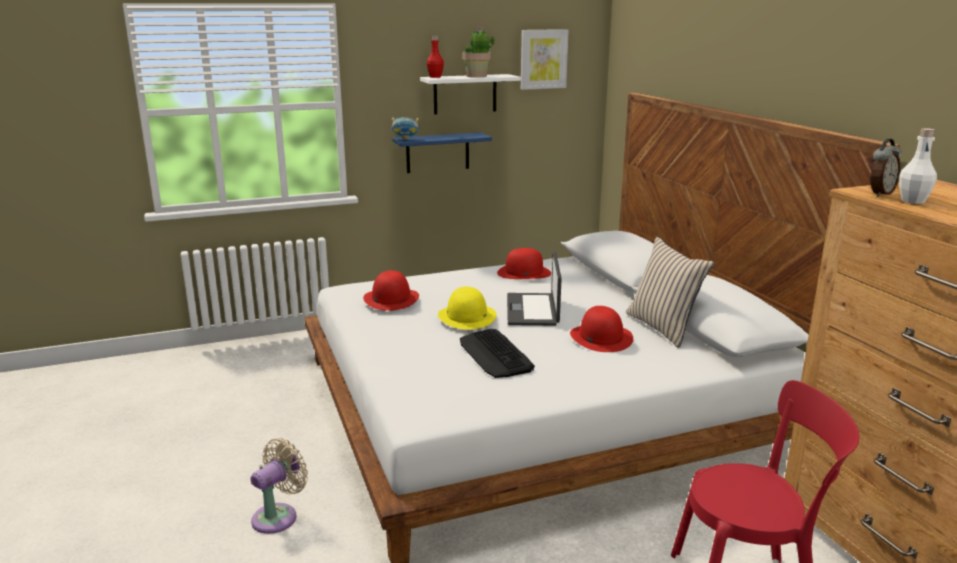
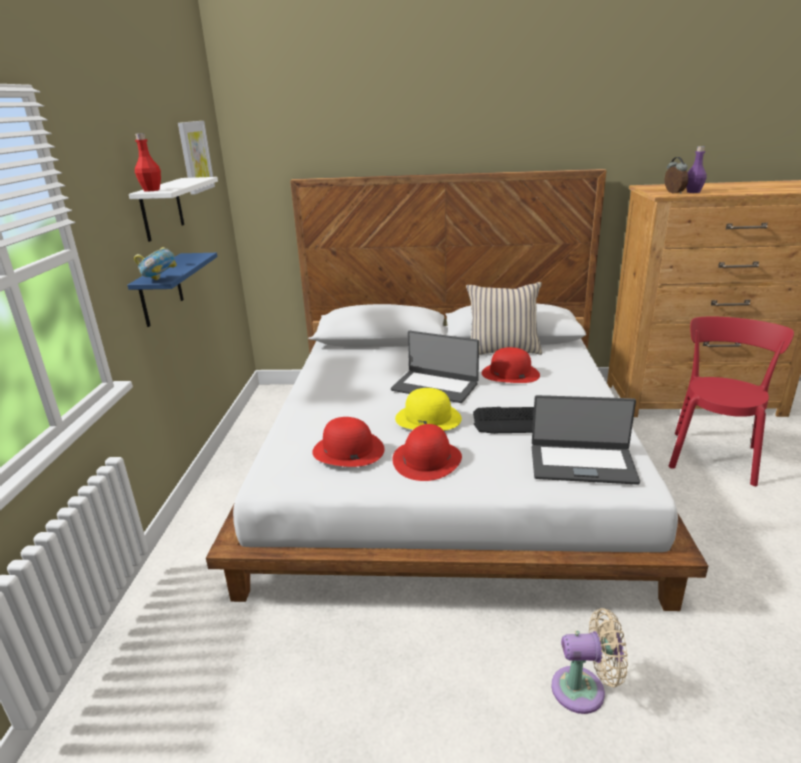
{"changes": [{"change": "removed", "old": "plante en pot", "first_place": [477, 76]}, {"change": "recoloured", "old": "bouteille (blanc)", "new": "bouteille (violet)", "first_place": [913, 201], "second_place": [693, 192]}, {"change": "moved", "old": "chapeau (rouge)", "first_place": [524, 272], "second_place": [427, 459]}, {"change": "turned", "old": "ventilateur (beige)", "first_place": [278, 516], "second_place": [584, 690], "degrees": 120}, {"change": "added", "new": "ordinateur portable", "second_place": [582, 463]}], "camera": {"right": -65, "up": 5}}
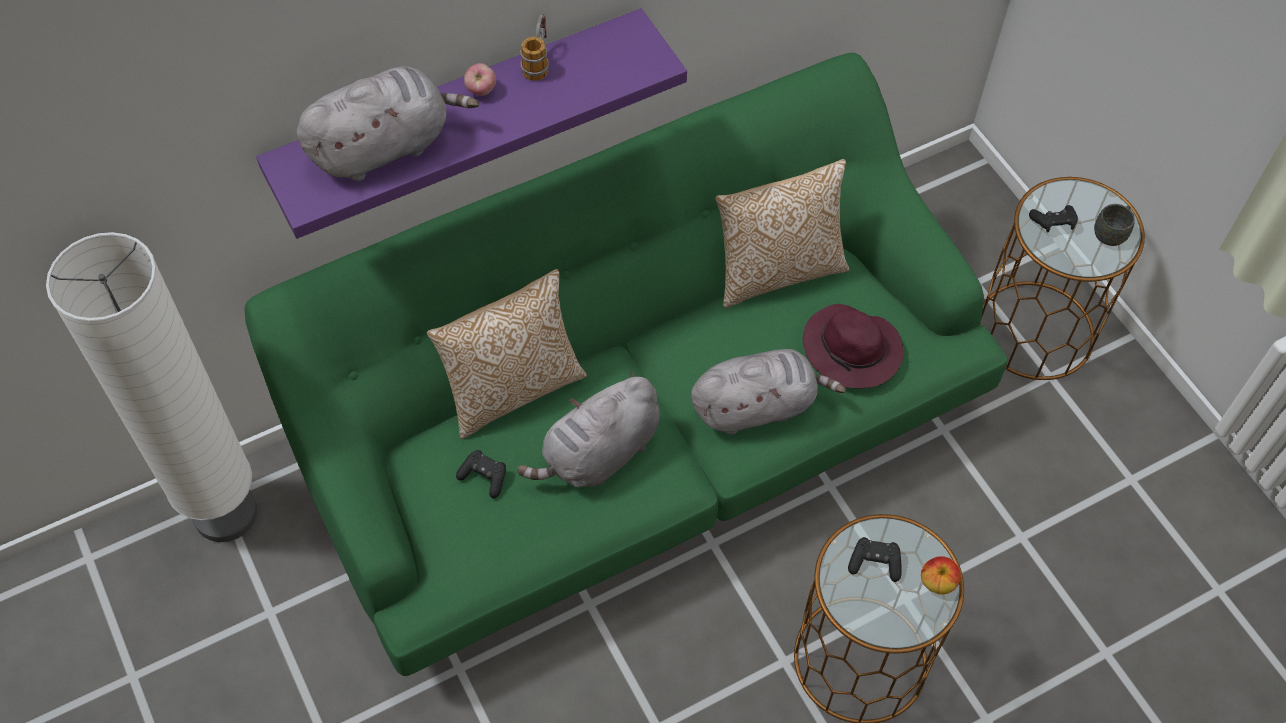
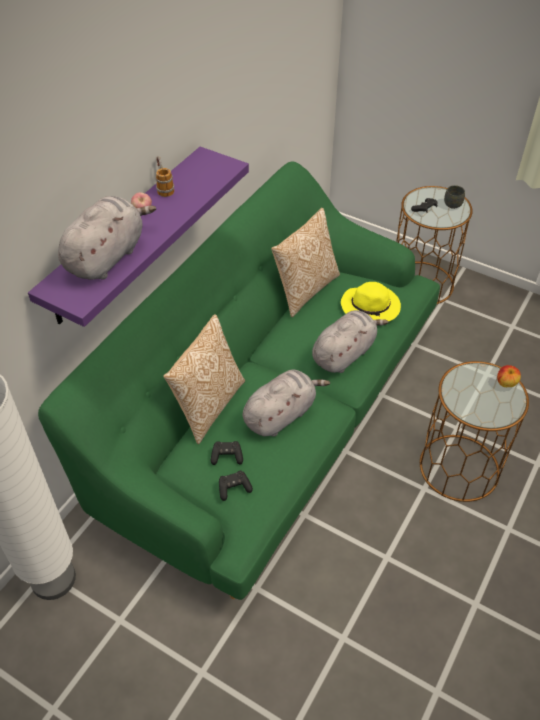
{"changes": [{"change": "recoloured", "old": "chapeau (violet)", "new": "chapeau (jaune)", "first_place": [853, 350], "second_place": [371, 307]}, {"change": "turned", "old": "peluche (gris)", "first_place": [598, 454], "second_place": [281, 414], "degrees": -150}, {"change": "moved", "old": "manette (noir)", "first_place": [874, 563], "second_place": [234, 488]}], "camera": {"right": -30, "up": -10}}
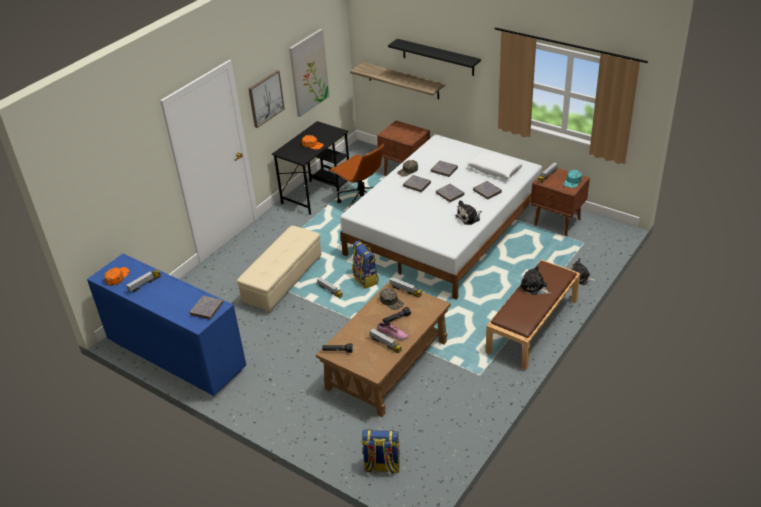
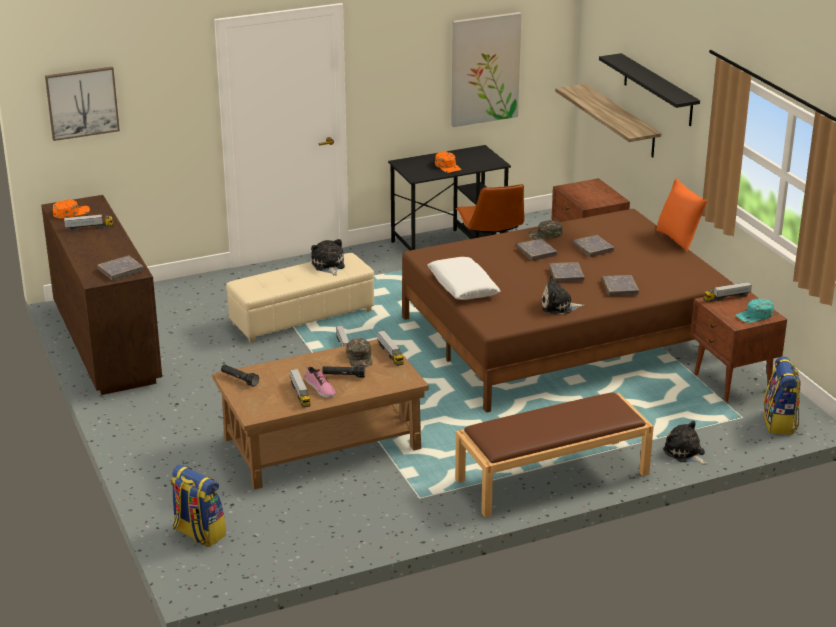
{"changes": [{"change": "moved", "old": "tableau", "first_place": [265, 98], "second_place": [82, 102]}, {"change": "recoloured", "old": "lit (blanc)", "new": "lit (marron)", "first_place": [444, 230], "second_place": [563, 337]}, {"change": "moved", "old": "coussin (blanc)", "first_place": [494, 169], "second_place": [462, 286]}, {"change": "moved", "old": "sac à dos", "first_place": [366, 279], "second_place": [780, 423]}, {"change": "recoloured", "old": "commode (bleu)", "new": "commode (marron)", "first_place": [176, 355], "second_place": [106, 344]}, {"change": "moved", "old": "peluche", "first_place": [534, 287], "second_place": [328, 265]}, {"change": "added", "new": "coussin (orange)", "second_place": [678, 239]}], "camera": {"right": 30, "up": -10}}
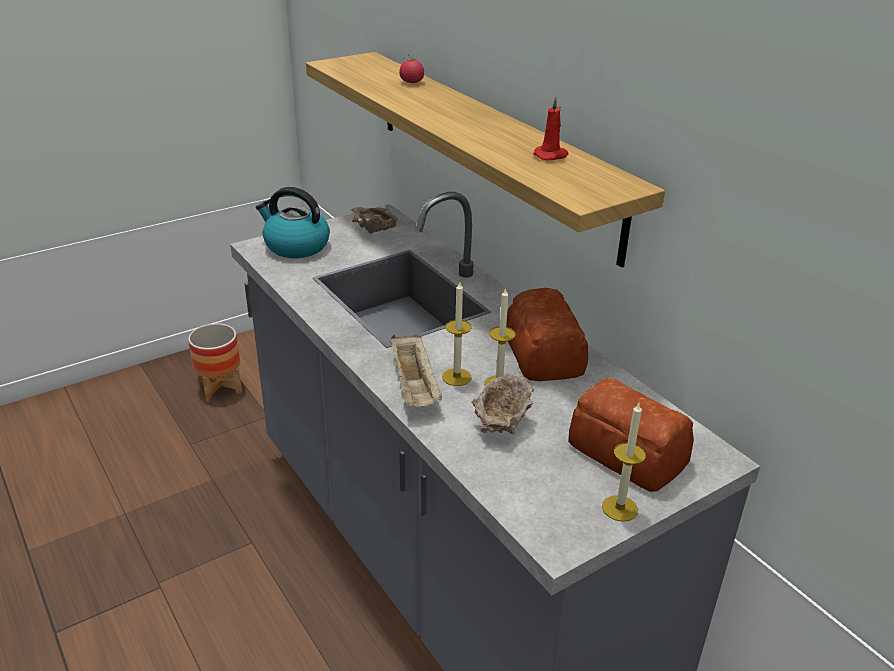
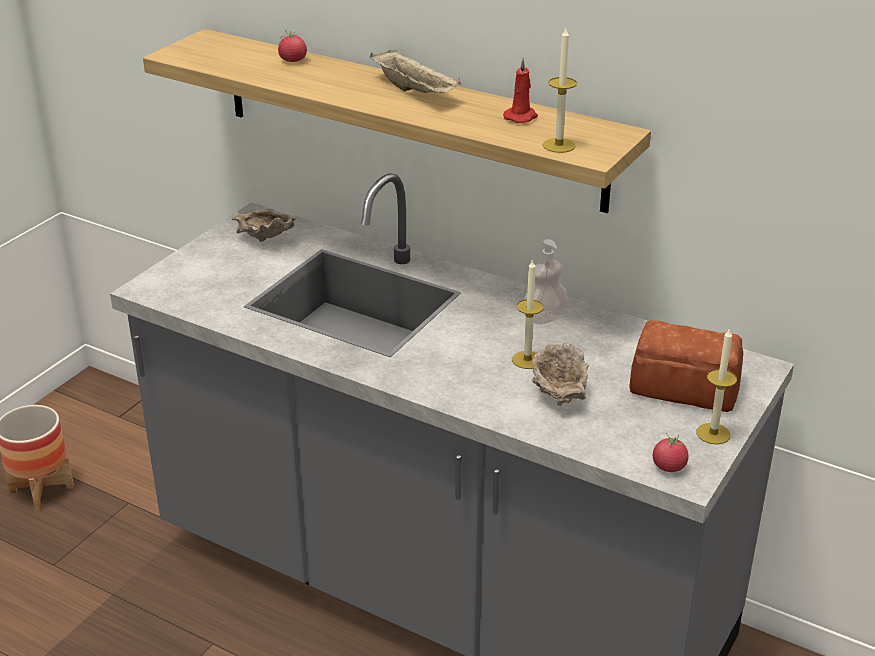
{"changes": [{"change": "removed", "old": "bouilloire", "first_place": [295, 246]}, {"change": "moved", "old": "bougie", "first_place": [456, 377], "second_place": [559, 145]}, {"change": "replaced", "old": "pain", "new": "distributeur de savon", "first_place": [545, 352], "second_place": [544, 318]}, {"change": "moved", "old": "plateau (beige)", "first_place": [415, 387], "second_place": [416, 91]}, {"change": "added", "new": "tomate", "second_place": [669, 467]}], "camera": {"right": -25, "up": 0}}
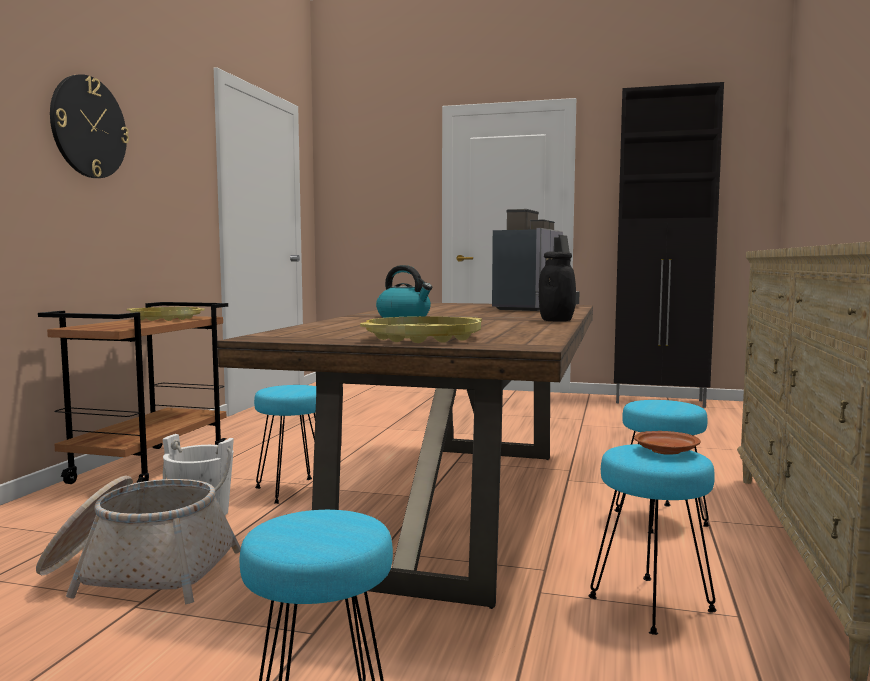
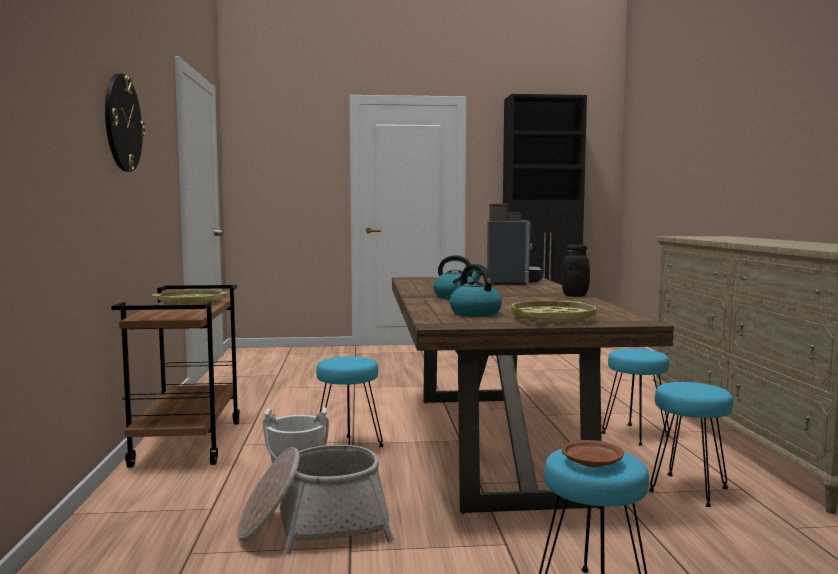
{"changes": [{"change": "moved", "old": "assiette (marron)", "first_place": [666, 451], "second_place": [592, 462]}, {"change": "added", "new": "bouilloire", "second_place": [474, 313]}], "camera": {"right": -20, "up": 0}}
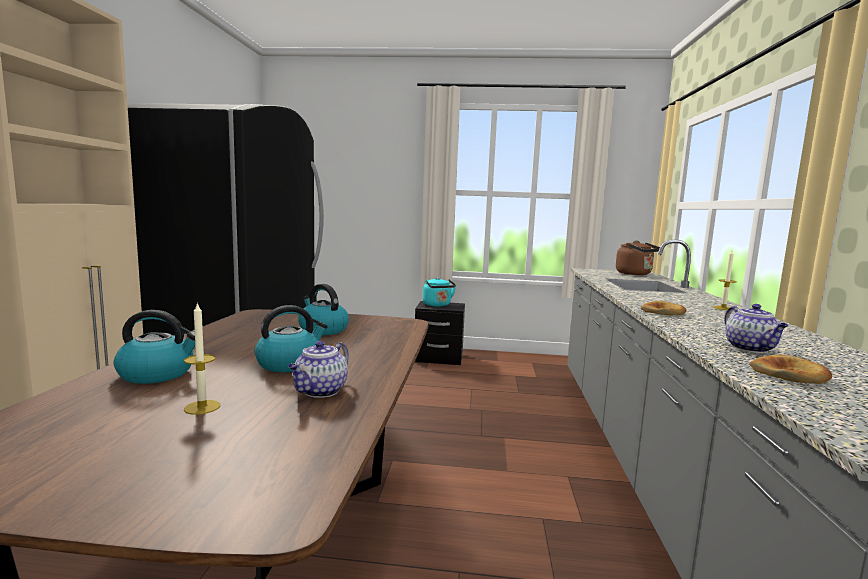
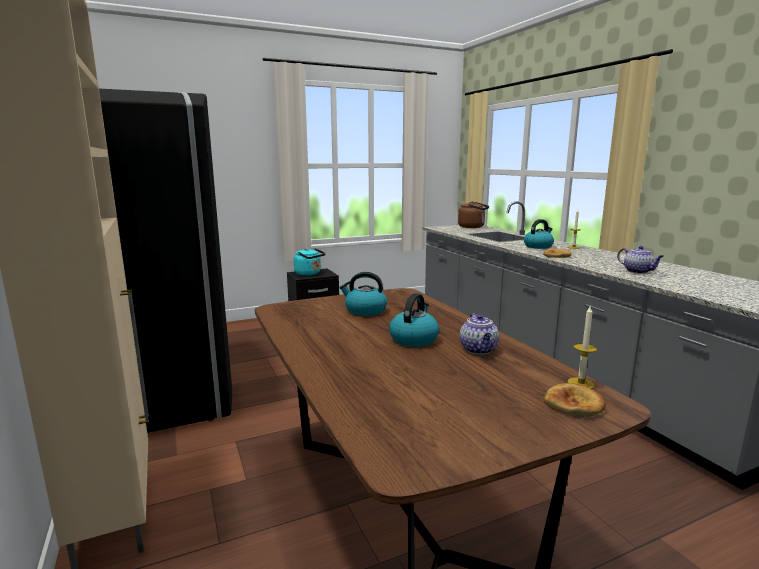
{"changes": [{"change": "moved", "old": "bougie", "first_place": [202, 407], "second_place": [580, 383]}, {"change": "moved", "old": "bouilloire", "first_place": [158, 374], "second_place": [538, 246]}, {"change": "moved", "old": "pain", "first_place": [790, 375], "second_place": [574, 404]}], "camera": {"right": -30, "up": 5}}
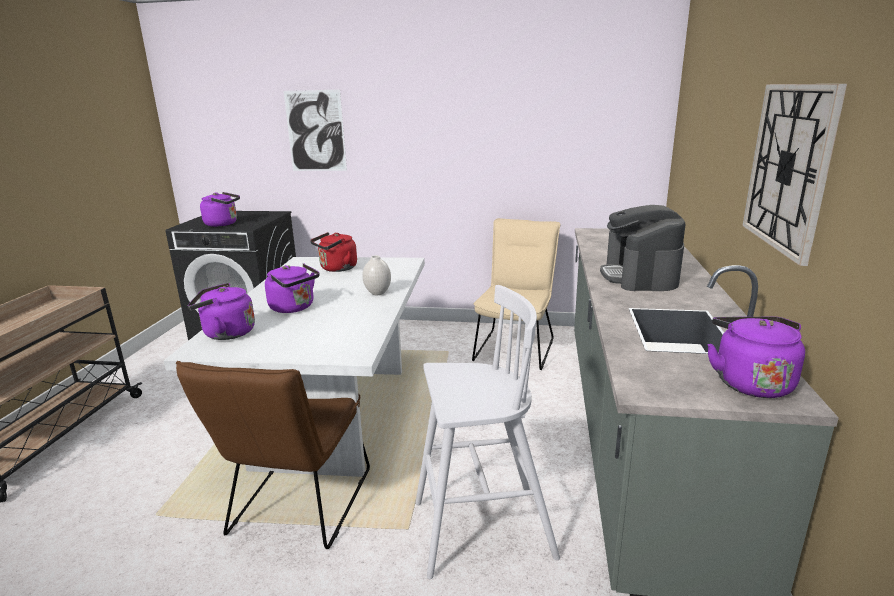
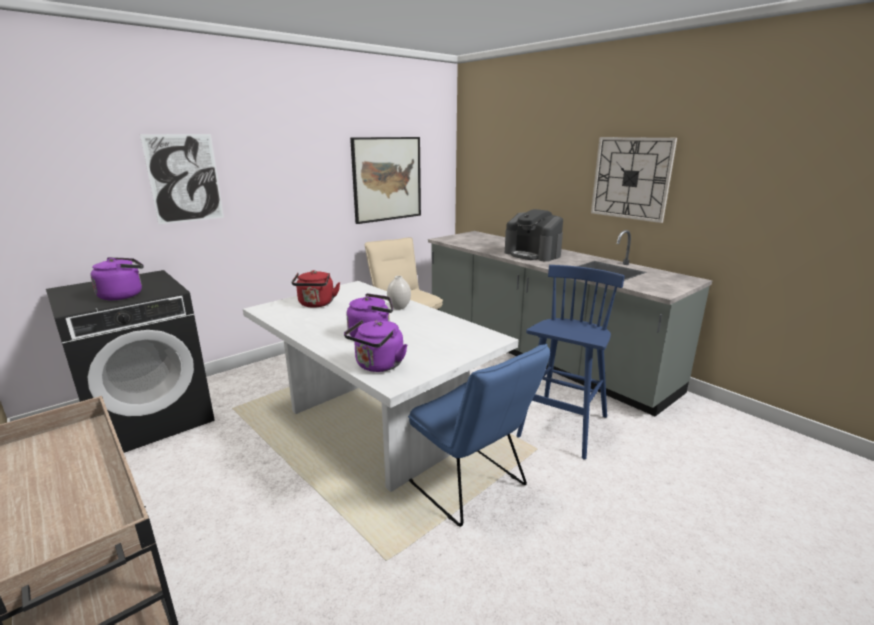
{"changes": [{"change": "recoloured", "old": "tabouret (blanc)", "new": "tabouret (bleu)", "first_place": [479, 530], "second_place": [562, 427]}, {"change": "removed", "old": "bouilloire (violet)", "first_place": [750, 382]}, {"change": "recoloured", "old": "chaise (marron)", "new": "chaise (bleu)", "first_place": [297, 508], "second_place": [466, 483]}, {"change": "added", "new": "tableau", "second_place": [387, 179]}], "camera": {"right": -50, "up": 0}}
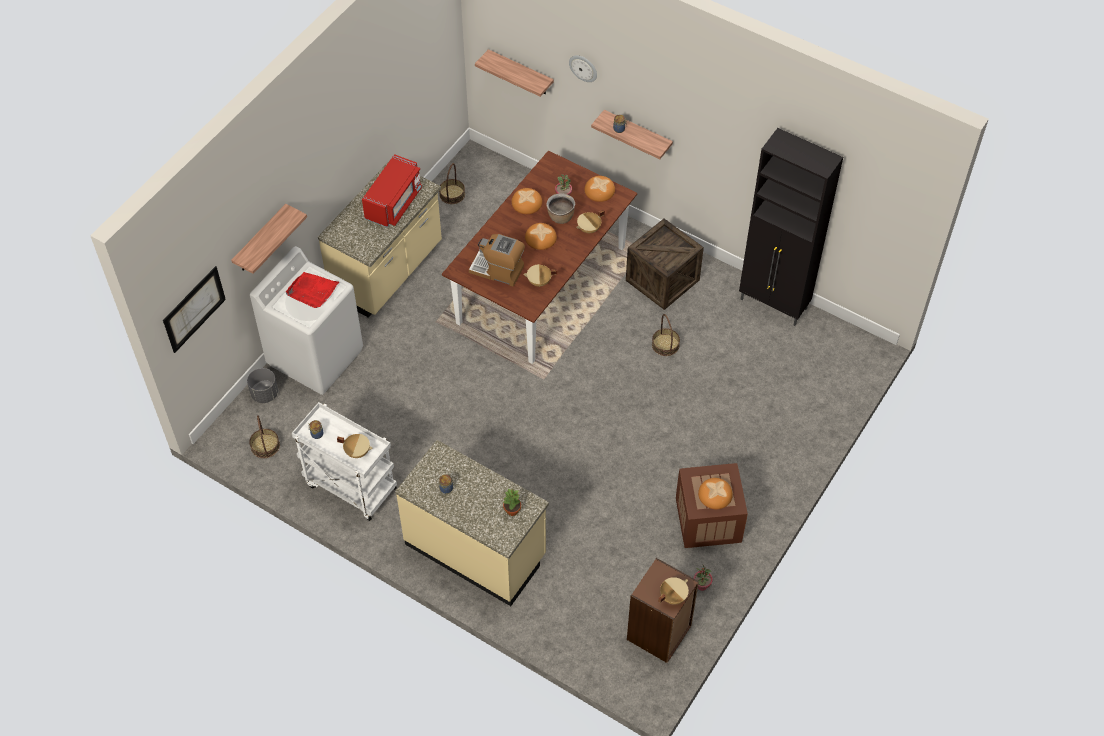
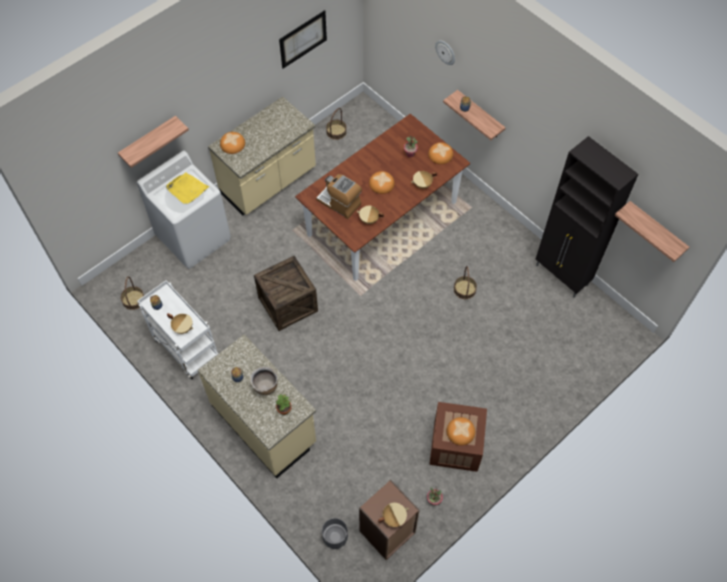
{"changes": [{"change": "moved", "old": "étagère", "first_place": [520, 73], "second_place": [656, 230]}, {"change": "removed", "old": "micro-ondes (rouge)", "first_place": [394, 203]}, {"change": "moved", "old": "pain", "first_place": [527, 203], "second_place": [232, 144]}, {"change": "moved", "old": "marmite (marron)", "first_place": [560, 217], "second_place": [265, 387]}, {"change": "moved", "old": "caisse", "first_place": [662, 280], "second_place": [288, 304]}, {"change": "moved", "old": "tableau", "first_place": [194, 309], "second_place": [303, 39]}, {"change": "recoloured", "old": "plateau (rouge)", "new": "plateau (jaune)", "first_place": [312, 291], "second_place": [187, 189]}, {"change": "moved", "old": "cache-pot (gris)", "first_place": [264, 394], "second_place": [335, 537]}], "camera": {"right": 15, "up": 5}}
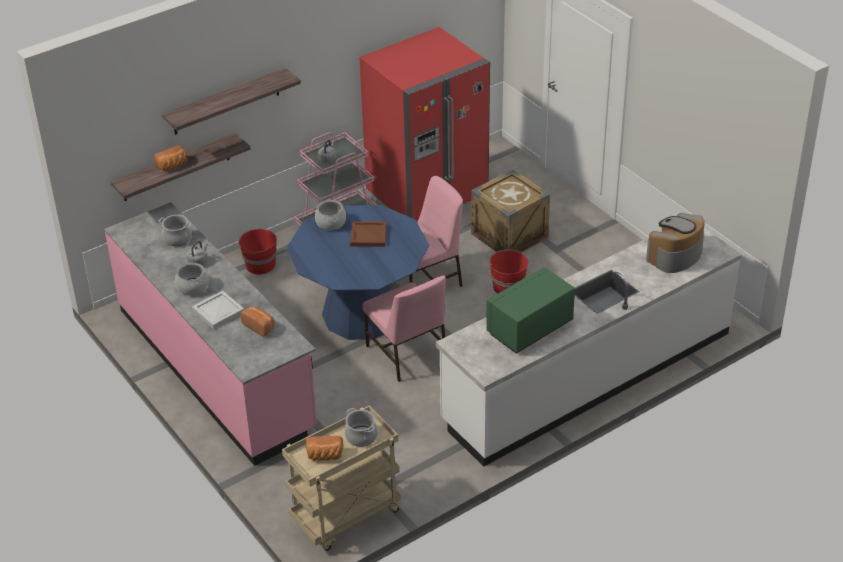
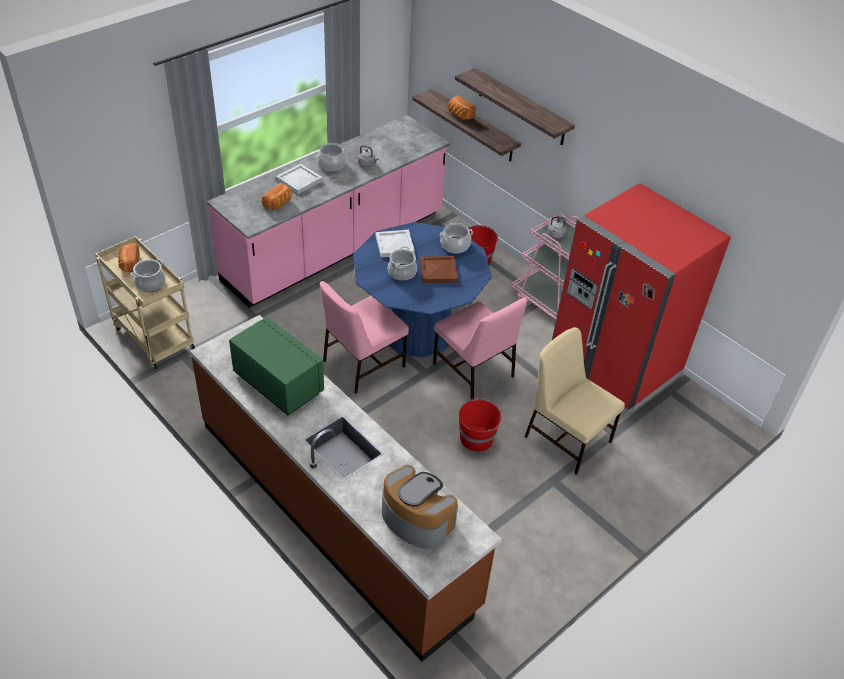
{"changes": [{"change": "replaced", "old": "caisse", "new": "chaise (beige)", "first_place": [509, 235], "second_place": [567, 438]}, {"change": "moved", "old": "marmite", "first_place": [177, 238], "second_place": [402, 273]}, {"change": "recoloured", "old": "comptoir de cuisine (blanc)", "new": "comptoir de cuisine (marron)", "first_place": [587, 376], "second_place": [335, 511]}, {"change": "added", "new": "plateau (blanc)", "second_place": [394, 245]}], "camera": {"right": 80, "up": 5}}
